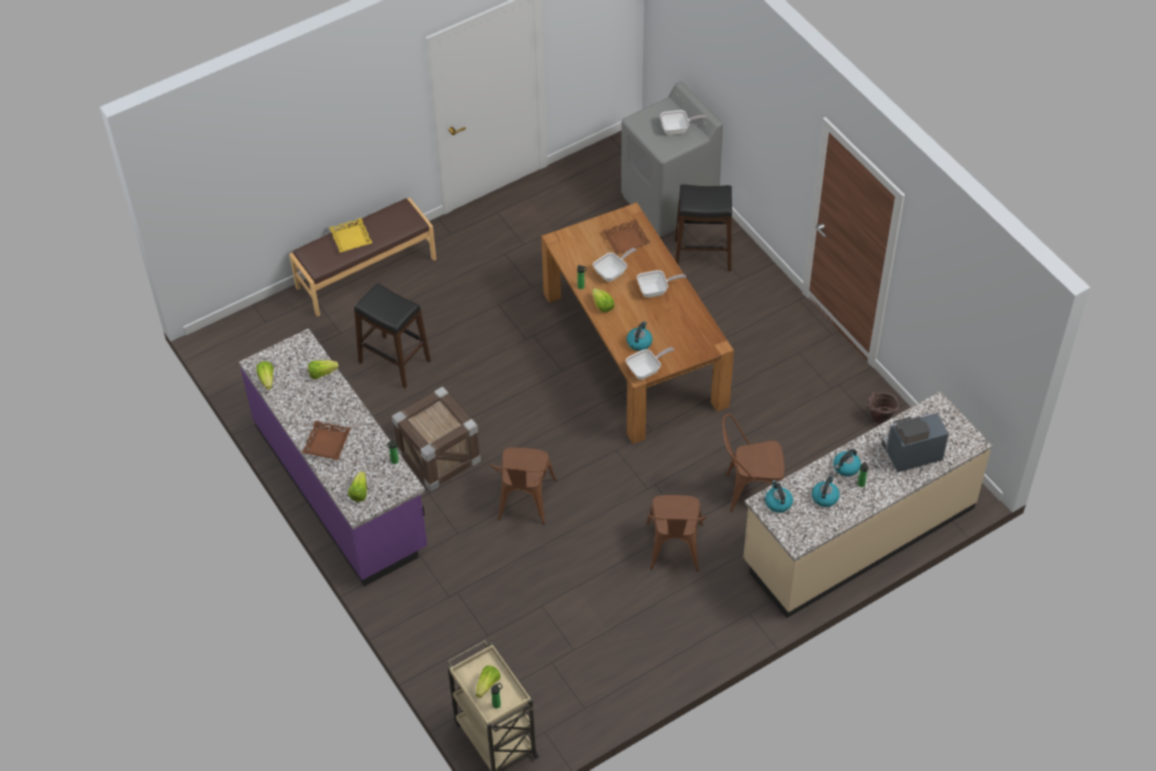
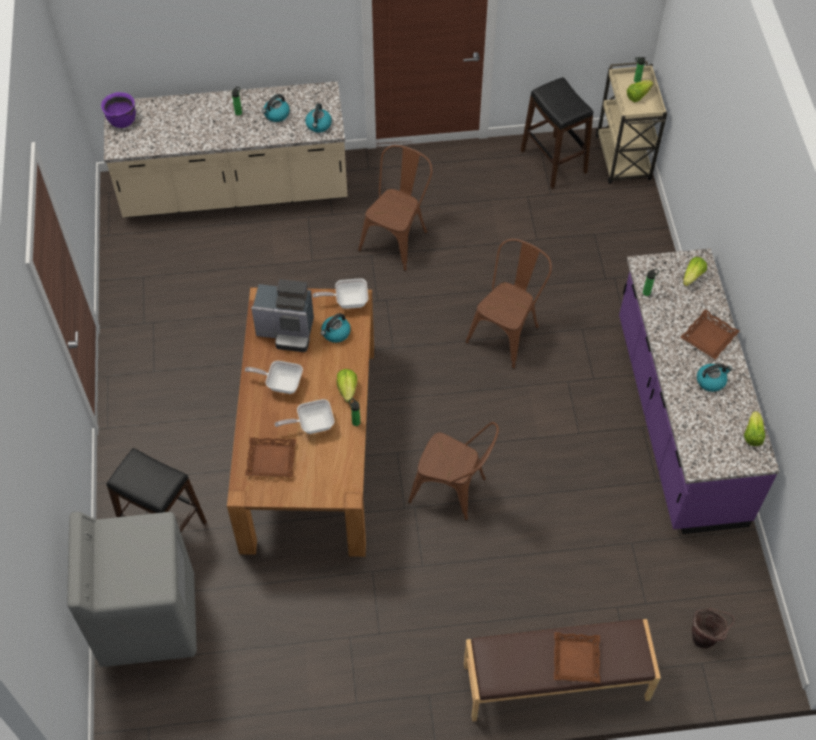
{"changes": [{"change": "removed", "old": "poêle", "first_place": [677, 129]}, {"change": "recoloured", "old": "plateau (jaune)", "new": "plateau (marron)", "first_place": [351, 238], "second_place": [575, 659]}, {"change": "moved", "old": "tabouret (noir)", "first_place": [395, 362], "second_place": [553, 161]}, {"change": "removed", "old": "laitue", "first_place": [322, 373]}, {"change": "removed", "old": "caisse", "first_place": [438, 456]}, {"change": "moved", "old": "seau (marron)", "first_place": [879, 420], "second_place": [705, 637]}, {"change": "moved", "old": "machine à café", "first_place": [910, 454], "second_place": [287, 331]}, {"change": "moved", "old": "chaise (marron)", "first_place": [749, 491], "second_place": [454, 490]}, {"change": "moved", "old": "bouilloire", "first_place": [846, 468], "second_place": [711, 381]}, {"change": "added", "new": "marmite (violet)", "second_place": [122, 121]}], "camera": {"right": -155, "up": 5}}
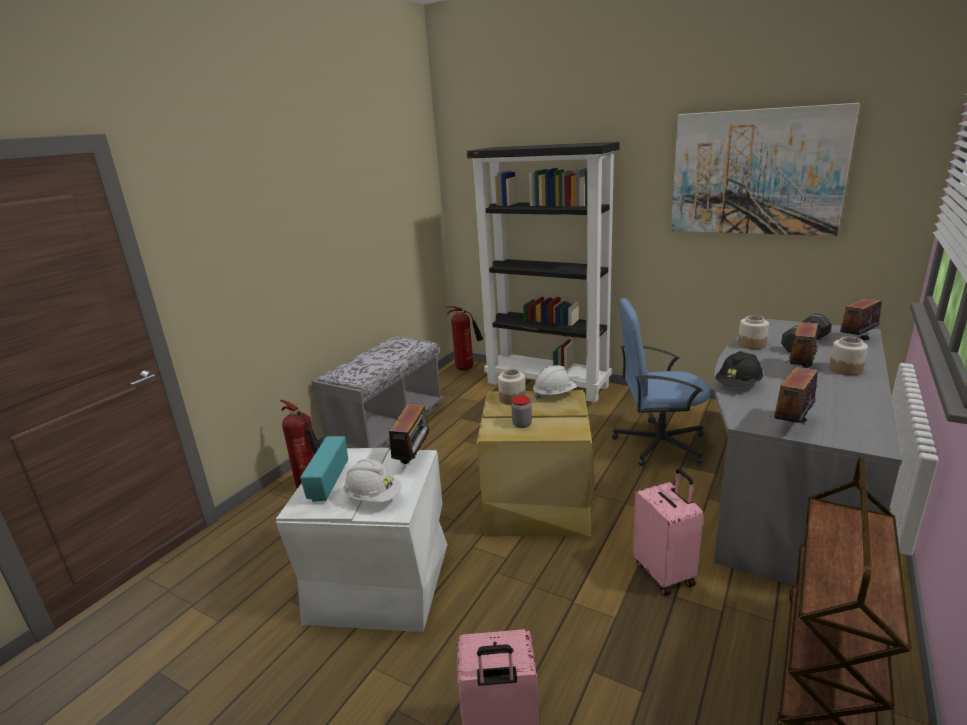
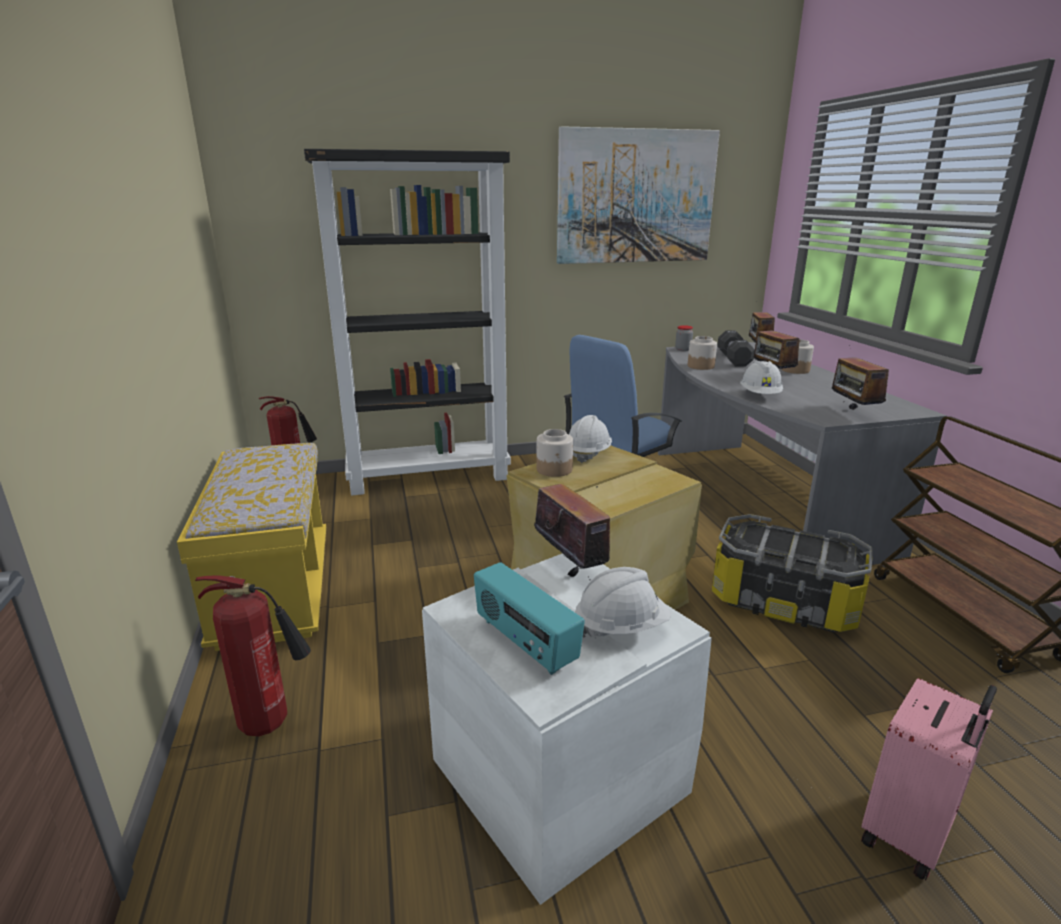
{"changes": [{"change": "recoloured", "old": "banc (gris)", "new": "banc (jaune)", "first_place": [387, 426], "second_place": [275, 590]}, {"change": "recoloured", "old": "casque de chantier (noir)", "new": "casque de chantier (blanc)", "first_place": [738, 385], "second_place": [760, 396]}, {"change": "moved", "old": "bocal", "first_place": [522, 424], "second_place": [683, 350]}, {"change": "replaced", "old": "valise (rose)", "new": "boîte de rangement", "first_place": [665, 573], "second_place": [784, 602]}], "camera": {"right": -45, "up": 0}}
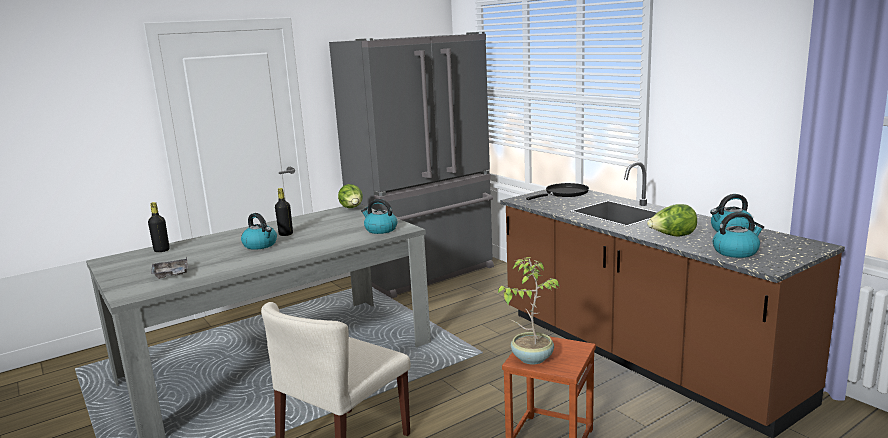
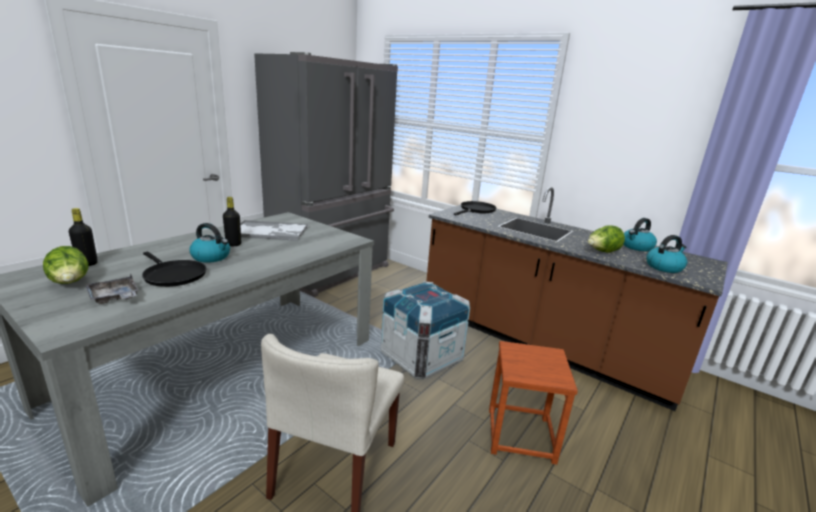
{"changes": [{"change": "moved", "old": "laitue", "first_place": [352, 208], "second_place": [70, 283]}, {"change": "removed", "old": "bouilloire", "first_place": [380, 230]}, {"change": "removed", "old": "plante en pot", "first_place": [531, 358]}, {"change": "added", "new": "plateau", "second_place": [271, 231]}, {"change": "added", "new": "poêle (noir)", "second_place": [173, 275]}, {"change": "added", "new": "caisse", "second_place": [421, 357]}], "camera": {"right": -20, "up": 5}}
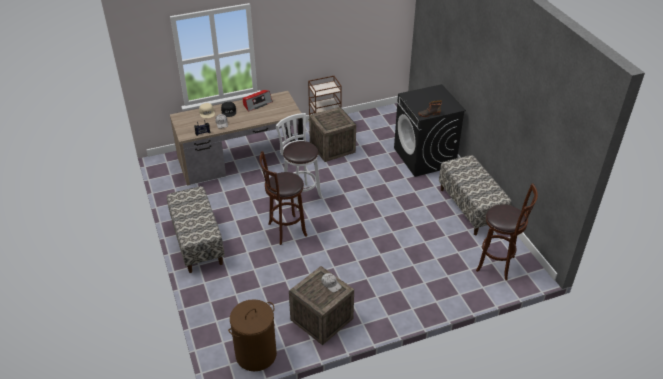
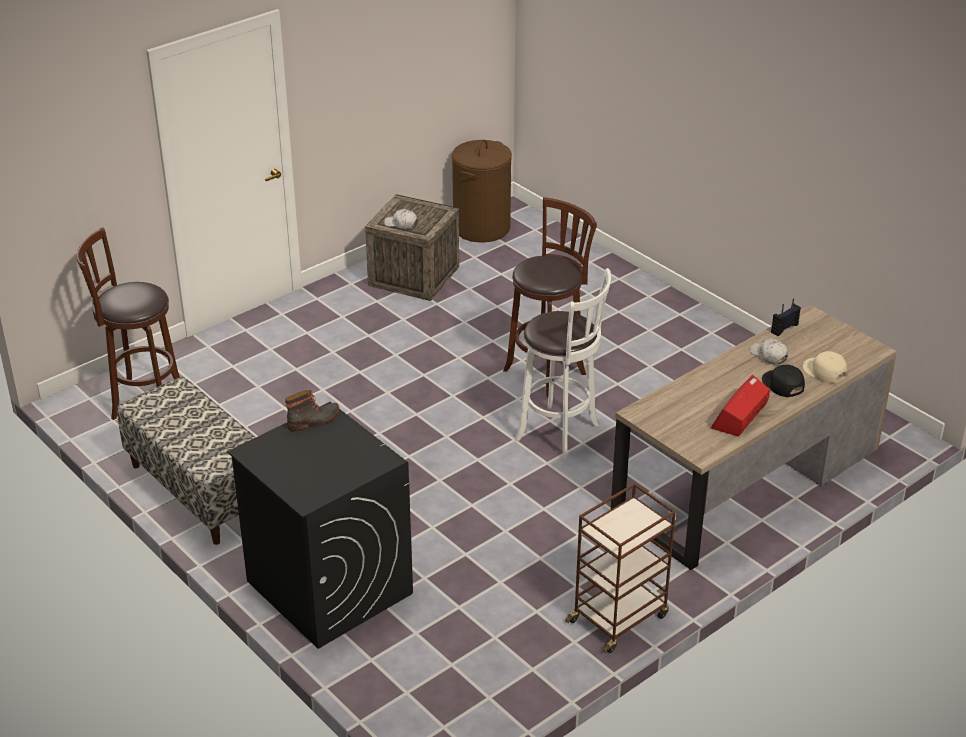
{"changes": [{"change": "removed", "old": "caisse", "first_place": [332, 147]}, {"change": "removed", "old": "banc", "first_place": [197, 242]}], "camera": {"right": 160, "up": -5}}
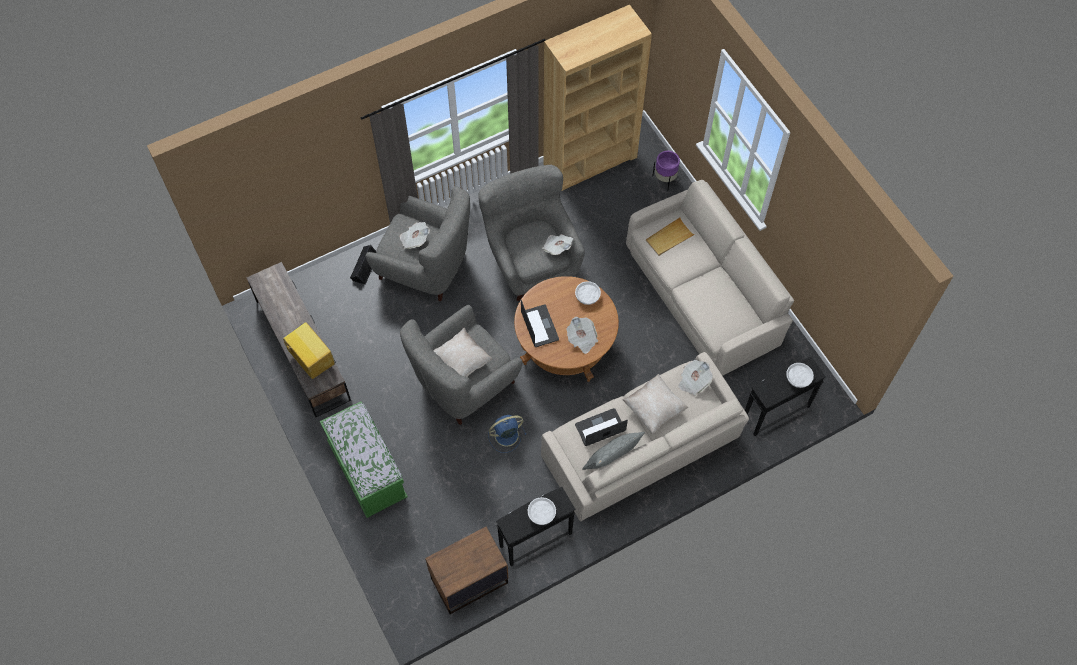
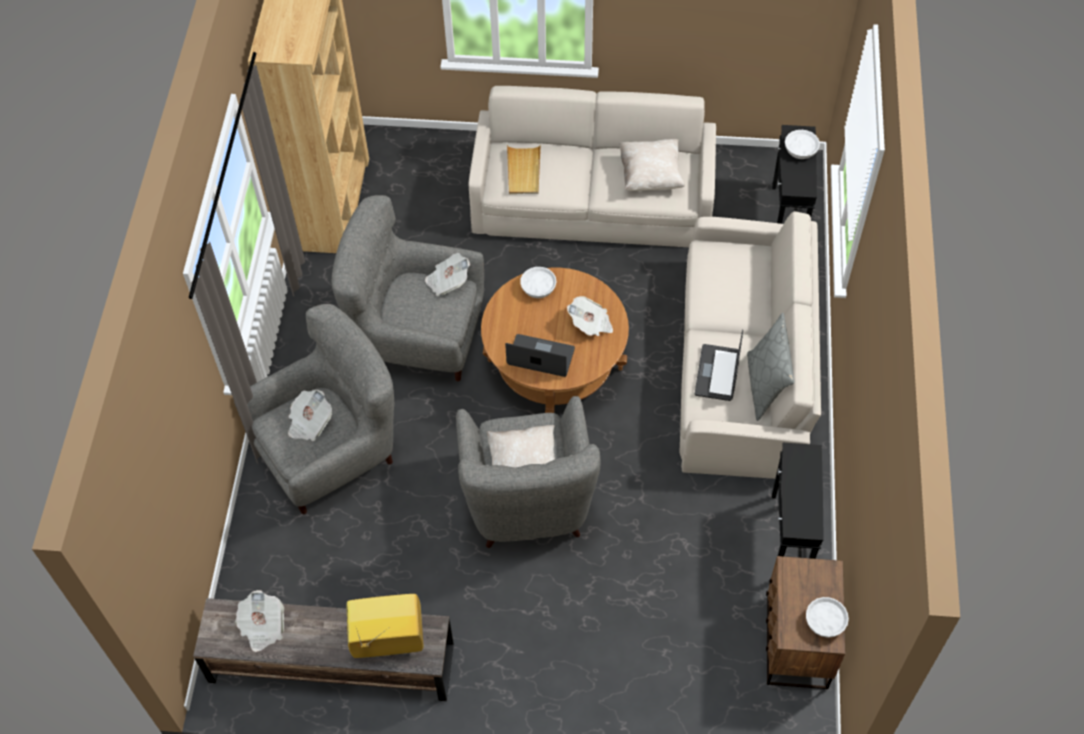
{"changes": [{"change": "removed", "old": "cache-pot (violet)", "first_place": [665, 179]}, {"change": "removed", "old": "enceinte (noir)", "first_place": [364, 266]}, {"change": "moved", "old": "journal", "first_place": [693, 381], "second_place": [262, 627]}, {"change": "moved", "old": "coussin (beige)", "first_place": [654, 409], "second_place": [650, 176]}, {"change": "removed", "old": "banc (vert)", "first_place": [367, 471]}, {"change": "removed", "old": "ventilateur (bleu)", "first_place": [505, 435]}, {"change": "moved", "old": "bol (blanc)", "first_place": [541, 514], "second_place": [825, 622]}], "camera": {"right": -55, "up": -5}}
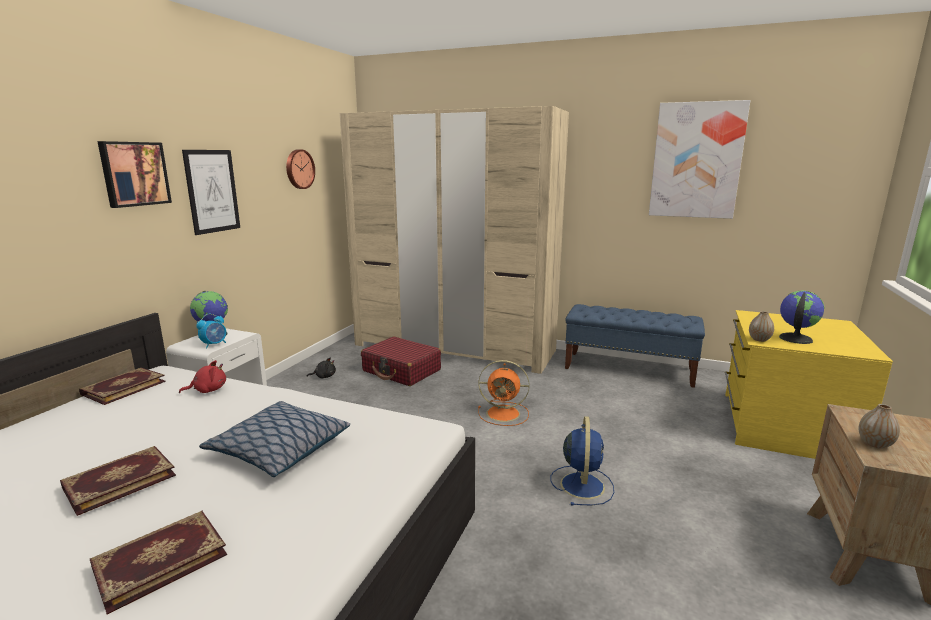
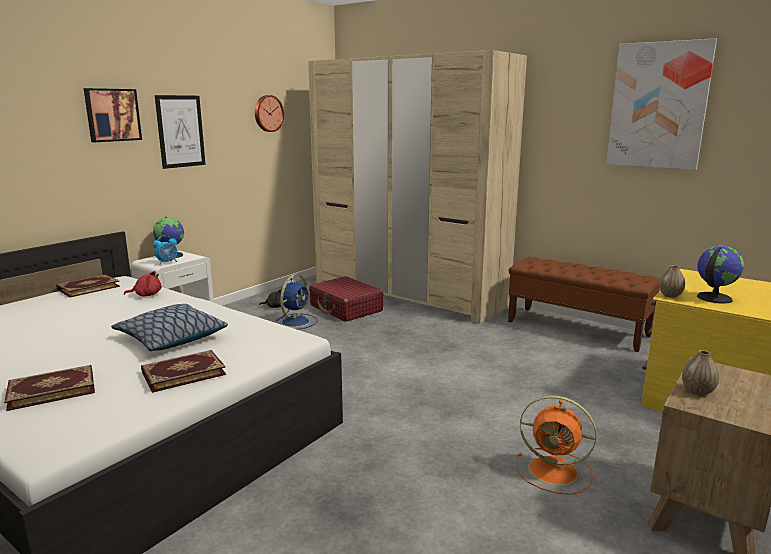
{"changes": [{"change": "recoloured", "old": "banc (bleu)", "new": "banc (marron)", "first_place": [629, 369], "second_place": [577, 328]}, {"change": "moved", "old": "ventilateur (orange)", "first_place": [504, 413], "second_place": [555, 471]}, {"change": "moved", "old": "ventilateur (bleu)", "first_place": [582, 484], "second_place": [296, 321]}, {"change": "moved", "old": "livre", "first_place": [119, 481], "second_place": [183, 373]}], "camera": {"right": 15, "up": 0}}
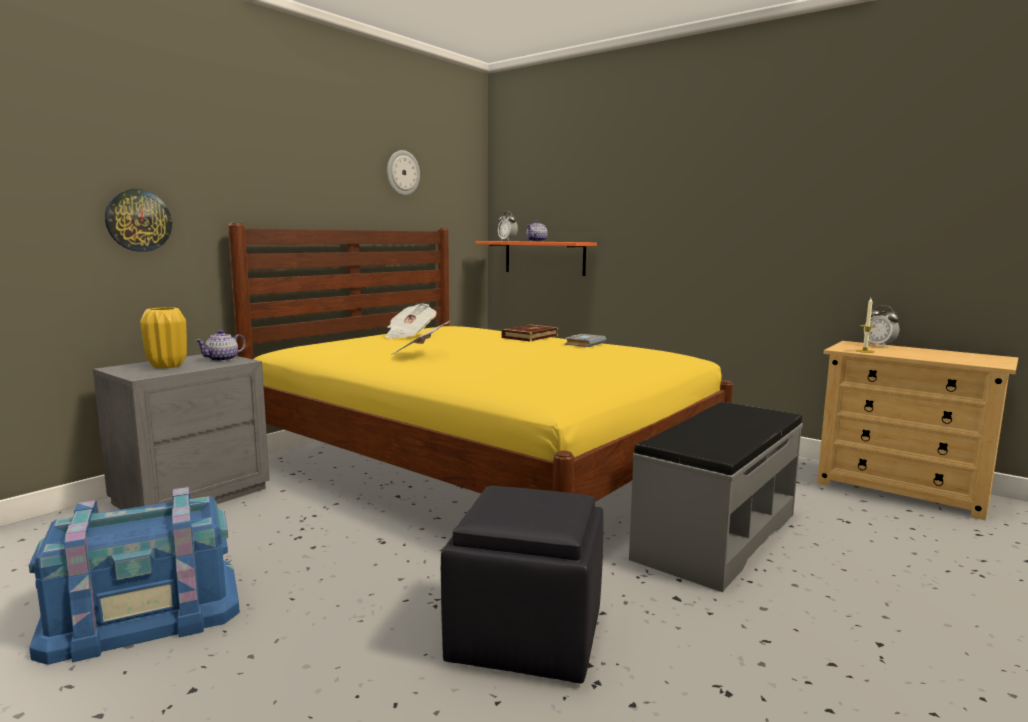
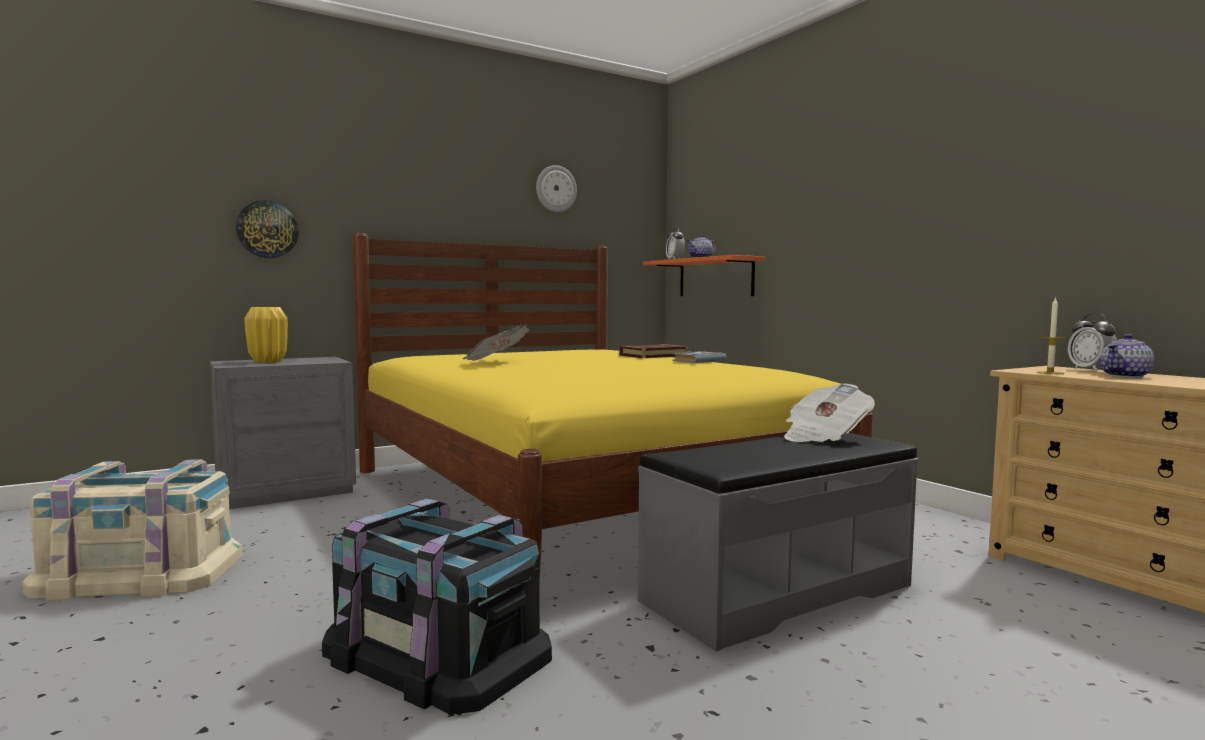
{"changes": [{"change": "moved", "old": "journal", "first_place": [409, 335], "second_place": [824, 437]}, {"change": "moved", "old": "théière", "first_place": [222, 359], "second_place": [1126, 376]}, {"change": "replaced", "old": "pouf (noir)", "new": "boîte de rangement (noir)", "first_place": [524, 636], "second_place": [435, 652]}, {"change": "recoloured", "old": "boîte de rangement (bleu)", "new": "boîte de rangement (beige)", "first_place": [144, 612], "second_place": [141, 572]}], "camera": {"right": 20, "up": -5}}
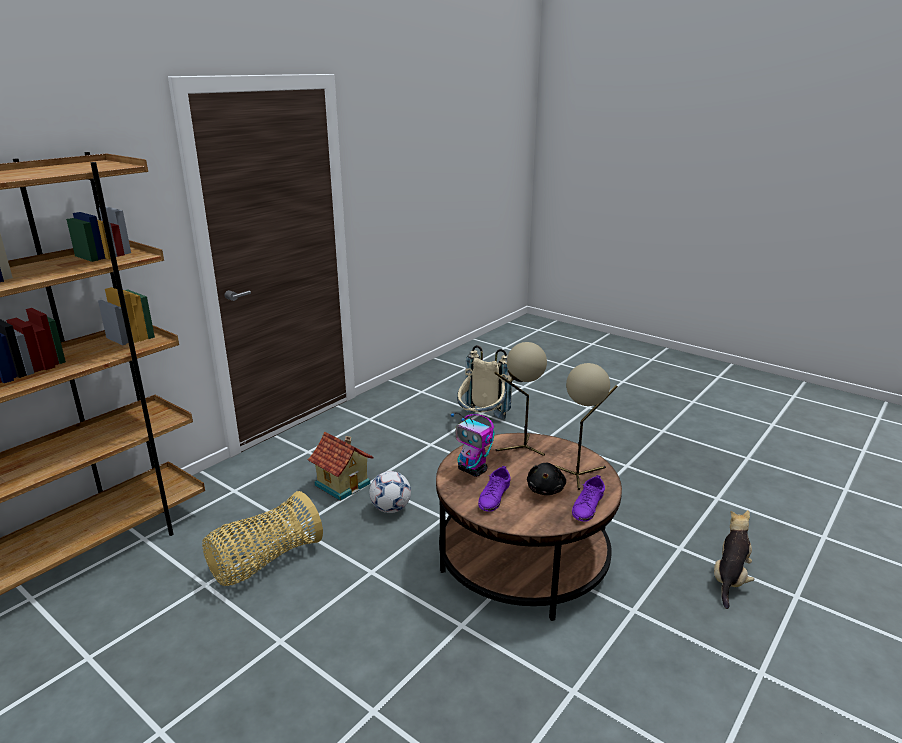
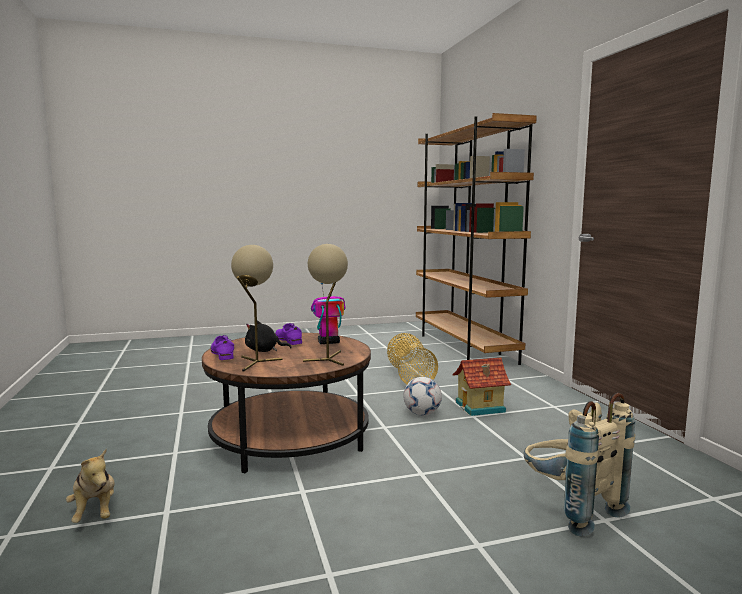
{"changes": [{"change": "turned", "old": "peluche (noir)", "first_place": [545, 489], "second_place": [264, 351], "degrees": -45}], "camera": {"right": 125, "up": -15}}
